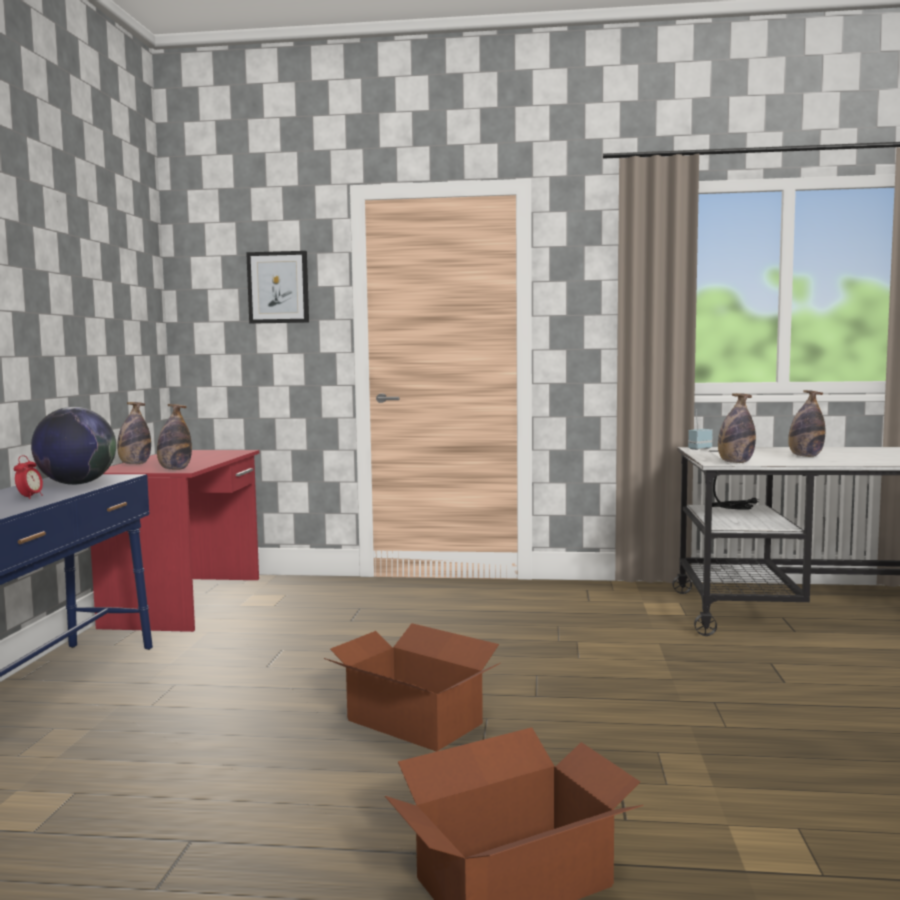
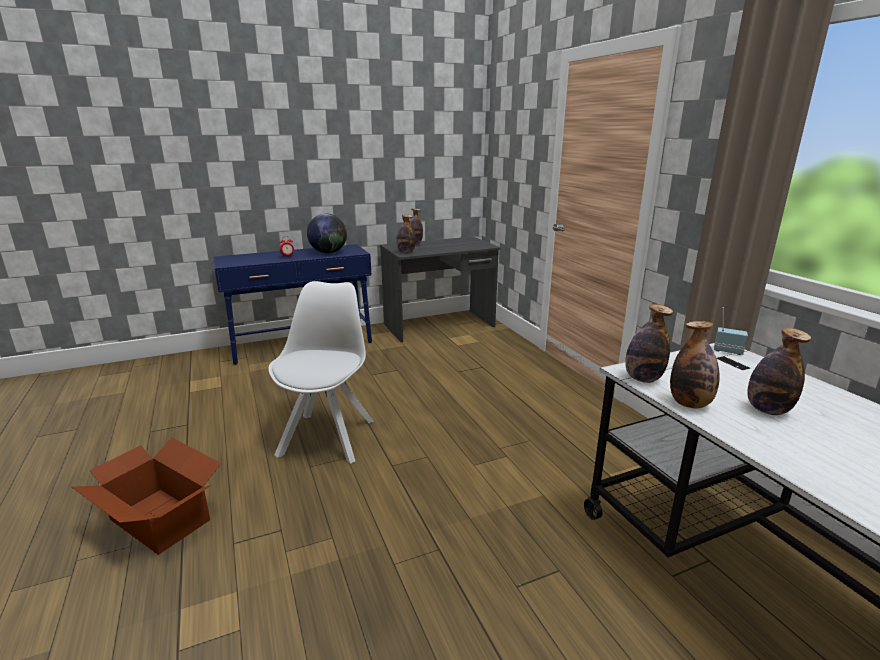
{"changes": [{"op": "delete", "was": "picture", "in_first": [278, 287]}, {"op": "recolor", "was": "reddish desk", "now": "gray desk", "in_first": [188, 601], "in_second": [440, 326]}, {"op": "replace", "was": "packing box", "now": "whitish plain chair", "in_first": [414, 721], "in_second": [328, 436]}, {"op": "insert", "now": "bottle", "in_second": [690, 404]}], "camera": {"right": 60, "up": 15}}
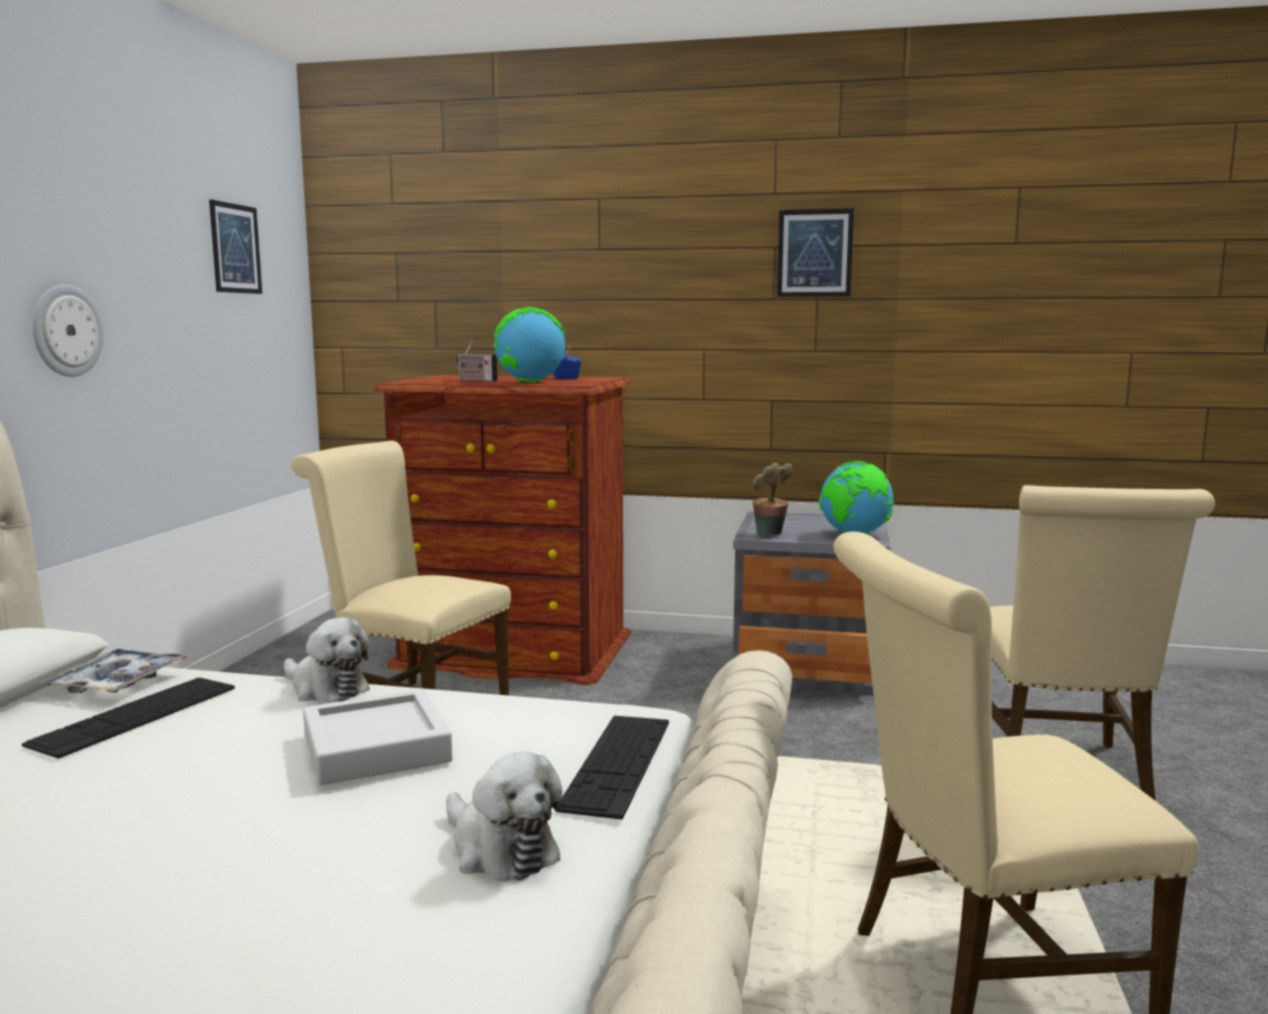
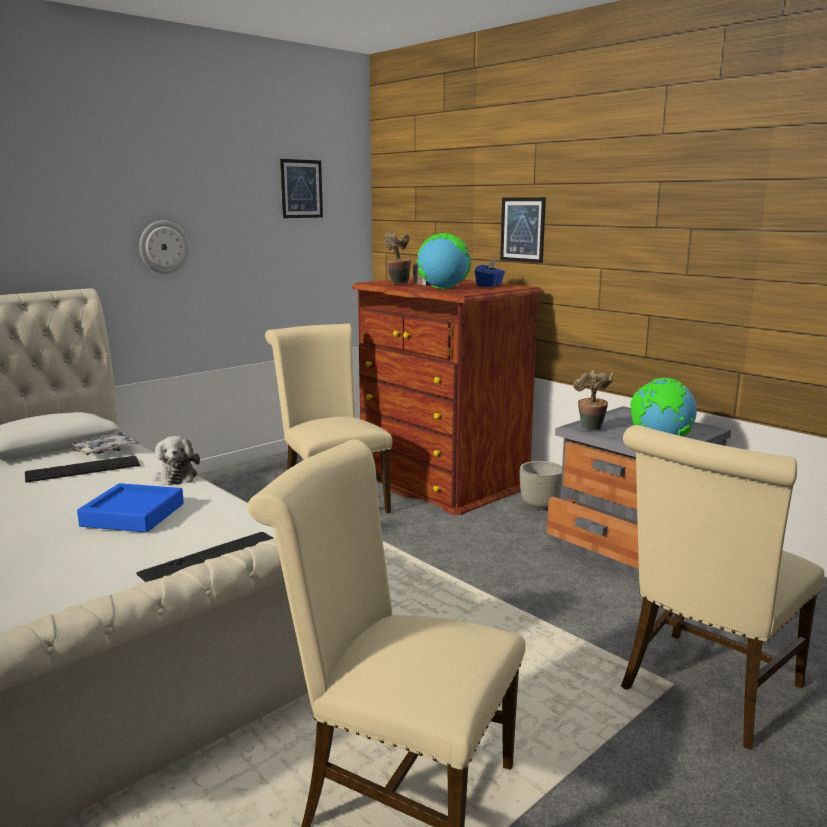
{"changes": [{"op": "move", "was": "picture", "in_first": [814, 253], "in_second": [522, 229]}, {"op": "recolor", "was": "gray tray", "now": "blue-coloured tray", "in_first": [376, 748], "in_second": [133, 515]}, {"op": "delete", "was": "cuddly toy", "in_first": [500, 849]}, {"op": "insert", "now": "plant in a pot", "in_second": [397, 284]}, {"op": "insert", "now": "gray flower pot", "in_second": [540, 506]}], "camera": {"right": 35, "up": 5}}
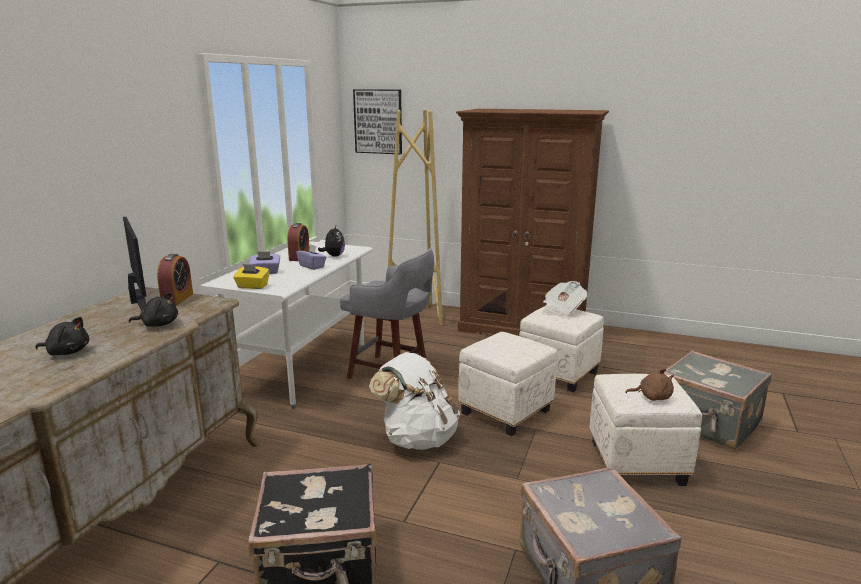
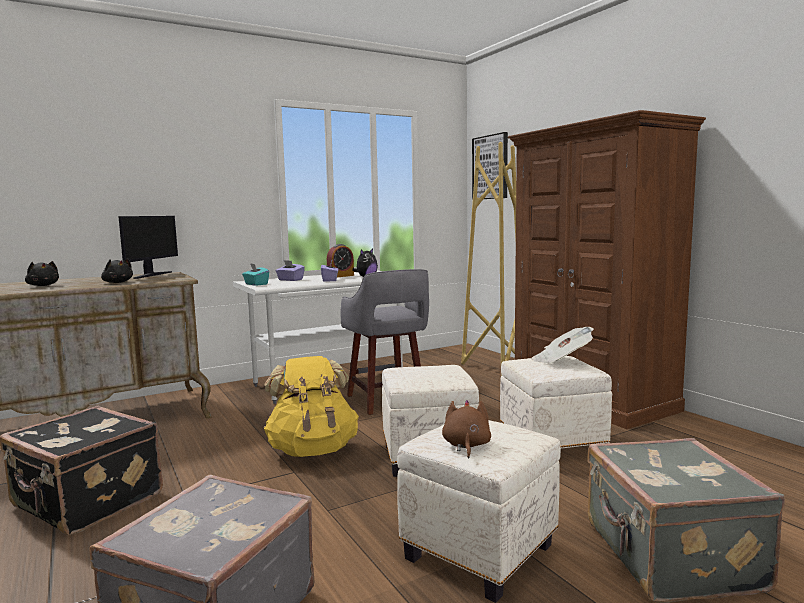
{"changes": [{"op": "delete", "was": "bedside clock", "in_first": [177, 299]}, {"op": "recolor", "was": "yellow tissue holder", "now": "turquoise tissue holder", "in_first": [252, 286], "in_second": [256, 284]}, {"op": "recolor", "was": "whitish rucksack", "now": "yellow rucksack", "in_first": [417, 438], "in_second": [313, 450]}, {"op": "rotate", "was": "brown-coloured cuddly toy", "in_first": [652, 397], "in_second": [466, 445], "clockwise": -135}], "camera": {"right": 40, "up": -10}}
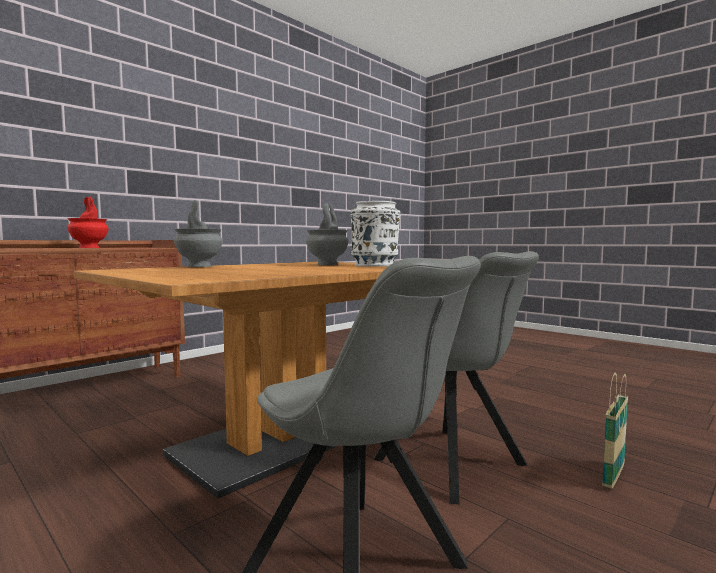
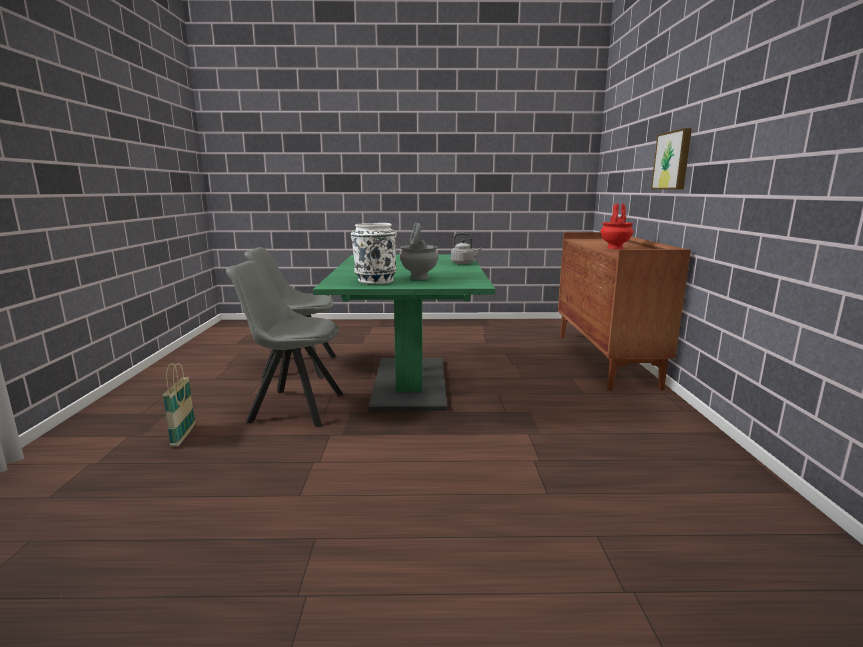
{"changes": [{"op": "replace", "was": "gray vase", "now": "gray kettle", "in_first": [199, 266], "in_second": [464, 263]}, {"op": "recolor", "was": "brown-coloured dinner table", "now": "greenish dinner table", "in_first": [279, 440], "in_second": [410, 383]}, {"op": "insert", "now": "picture", "in_second": [673, 160]}], "camera": {"right": 135, "up": 10}}
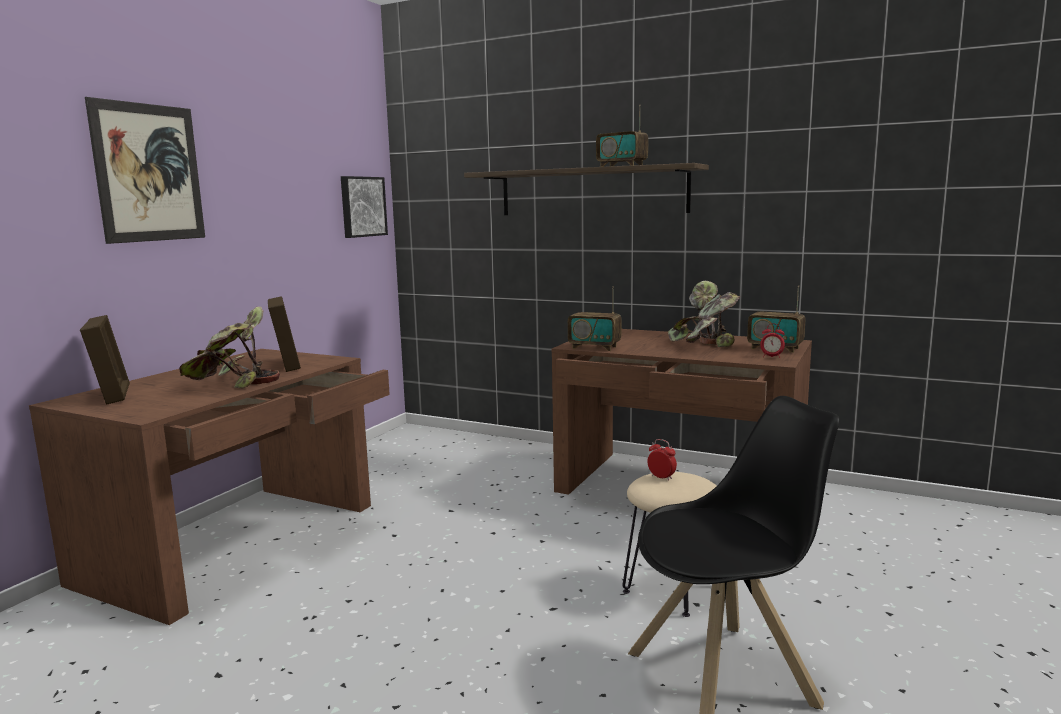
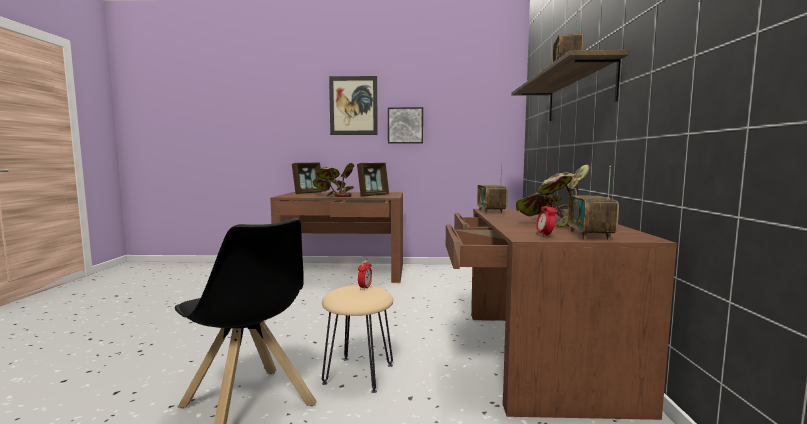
{"changes": [{"op": "move", "was": "picture", "in_first": [362, 206], "in_second": [405, 125]}], "camera": {"right": 65, "up": -5}}
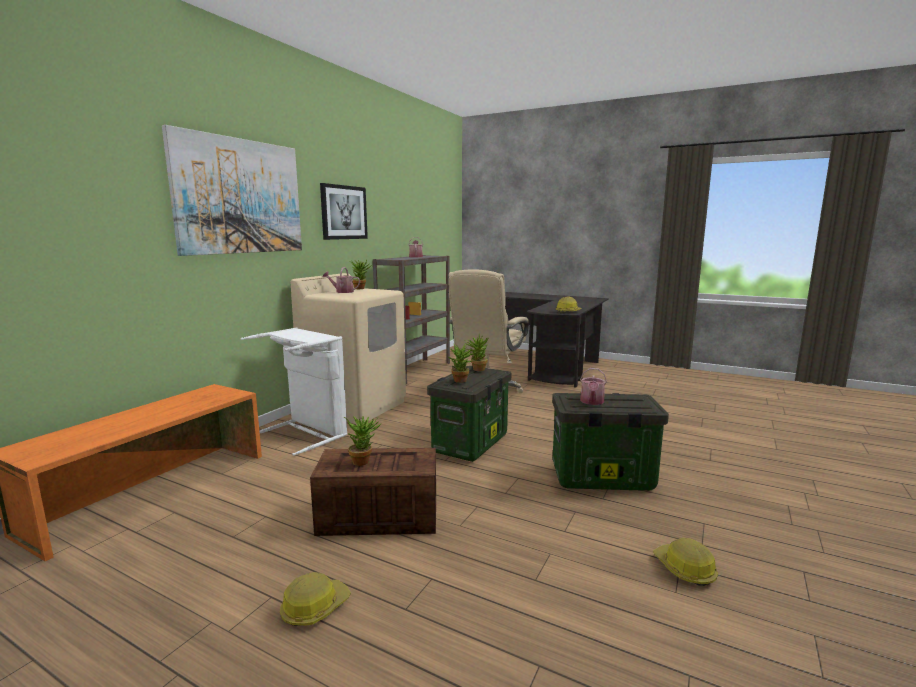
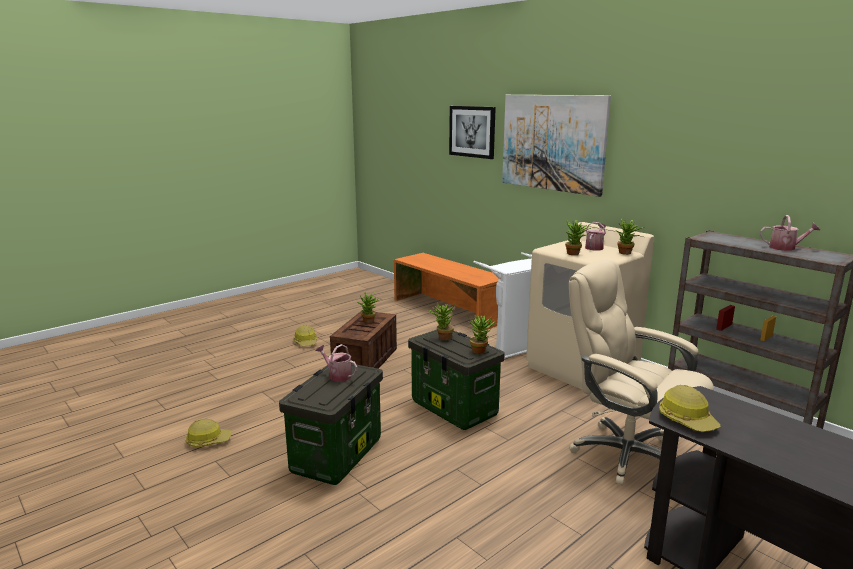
{"changes": [{"op": "move", "was": "picture", "in_first": [343, 212], "in_second": [472, 131]}, {"op": "insert", "now": "plant in a pot", "in_second": [575, 254]}], "camera": {"right": 110, "up": 5}}
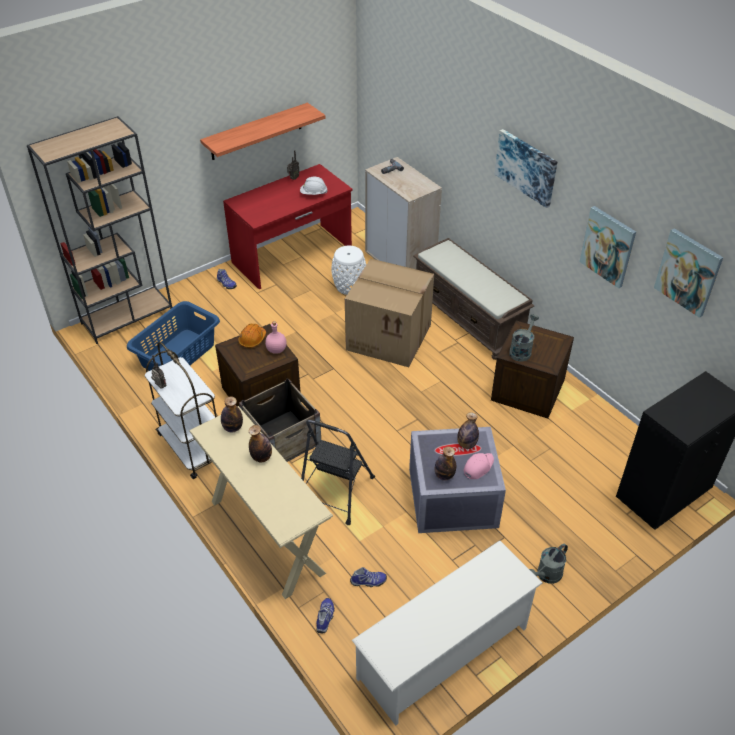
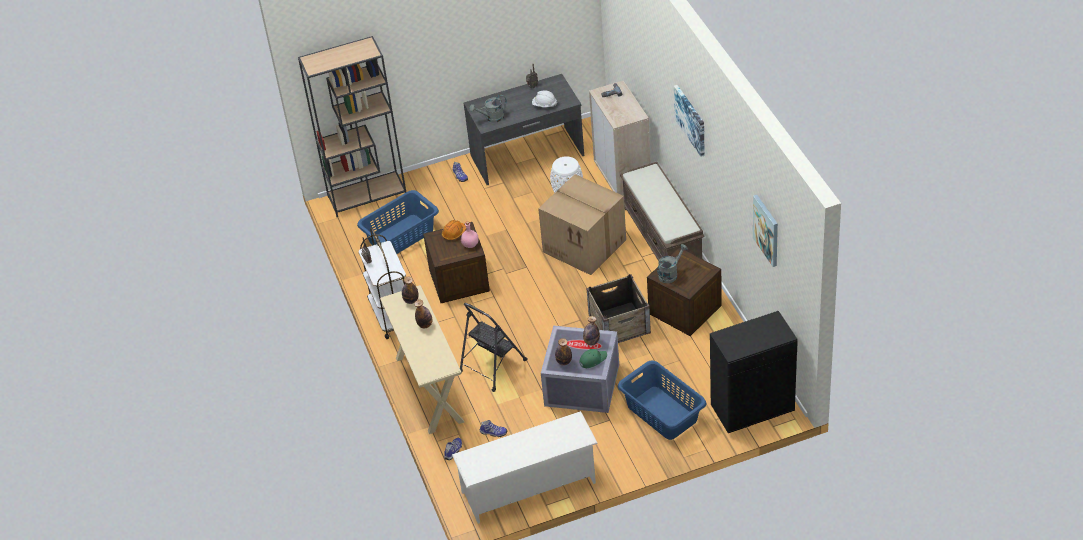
{"changes": [{"op": "delete", "was": "wall shelf", "in_first": [256, 132]}, {"op": "recolor", "was": "reddish desk", "now": "gray desk", "in_first": [292, 256], "in_second": [527, 156]}, {"op": "delete", "was": "picture", "in_first": [608, 246]}, {"op": "move", "was": "crate", "in_first": [282, 439], "in_second": [619, 324]}, {"op": "recolor", "was": "pinkish peaked cap", "now": "greenish peaked cap", "in_first": [478, 467], "in_second": [592, 360]}, {"op": "move", "was": "gray watering can", "in_first": [546, 576], "in_second": [491, 118]}, {"op": "insert", "now": "blue-coloured laundry basket", "in_second": [662, 413]}], "camera": {"right": 20, "up": 0}}
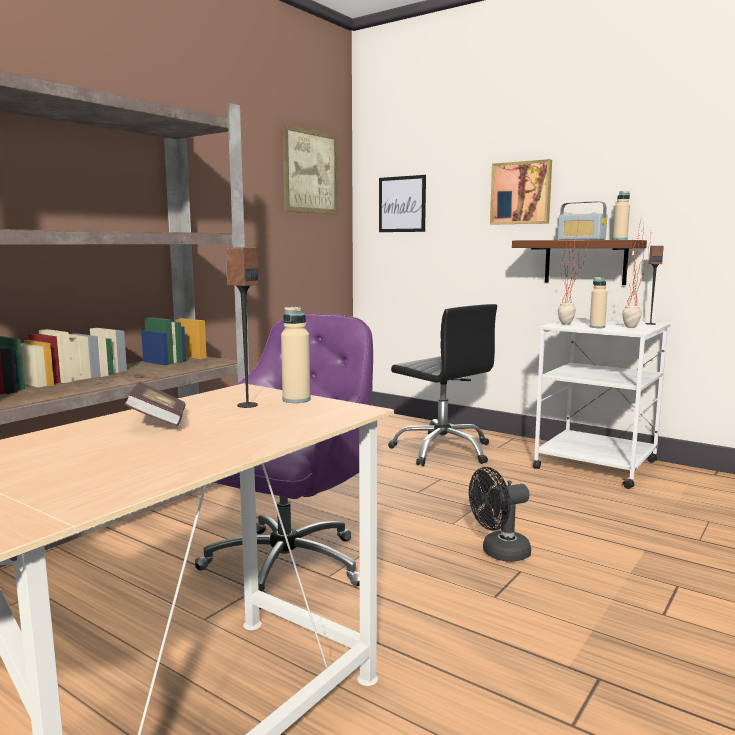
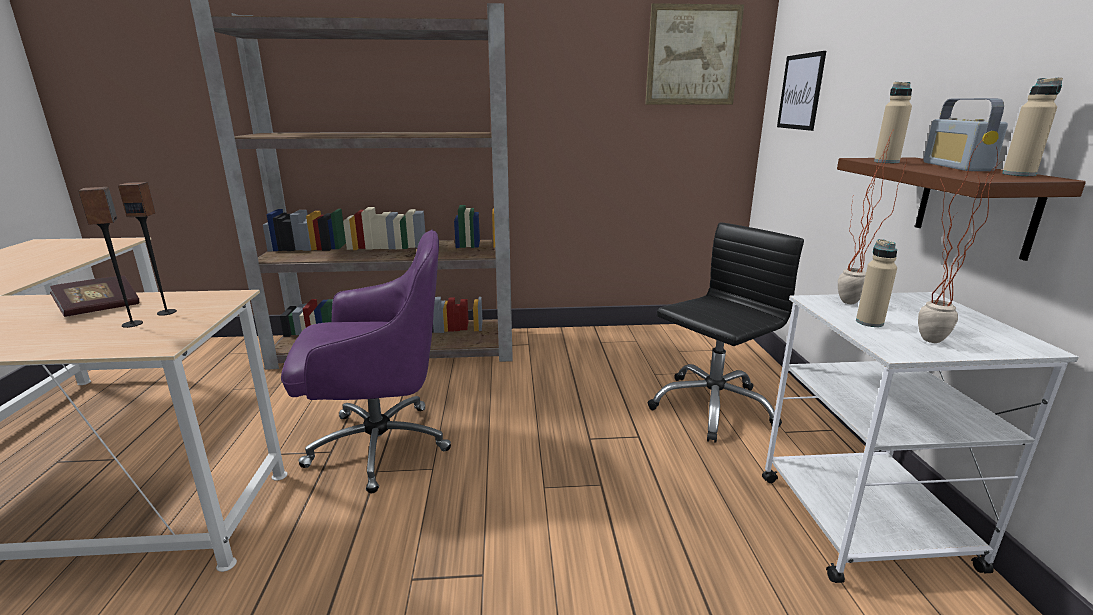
{"changes": [{"op": "delete", "was": "picture", "in_first": [521, 193]}, {"op": "move", "was": "audio speaker", "in_first": [650, 324], "in_second": [133, 324]}, {"op": "rotate", "was": "blackish desk chair", "in_first": [442, 450], "in_second": [712, 407], "clockwise": -135}, {"op": "move", "was": "beige bottle", "in_first": [296, 400], "in_second": [886, 162]}, {"op": "delete", "was": "blackish electric fan", "in_first": [499, 553]}], "camera": {"right": 50, "up": 10}}
